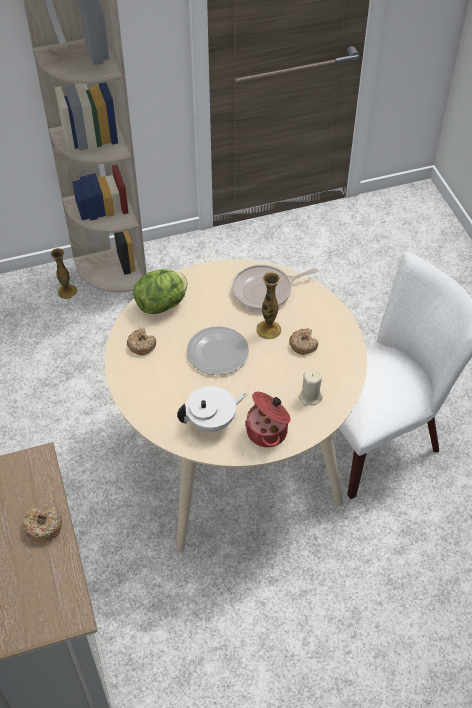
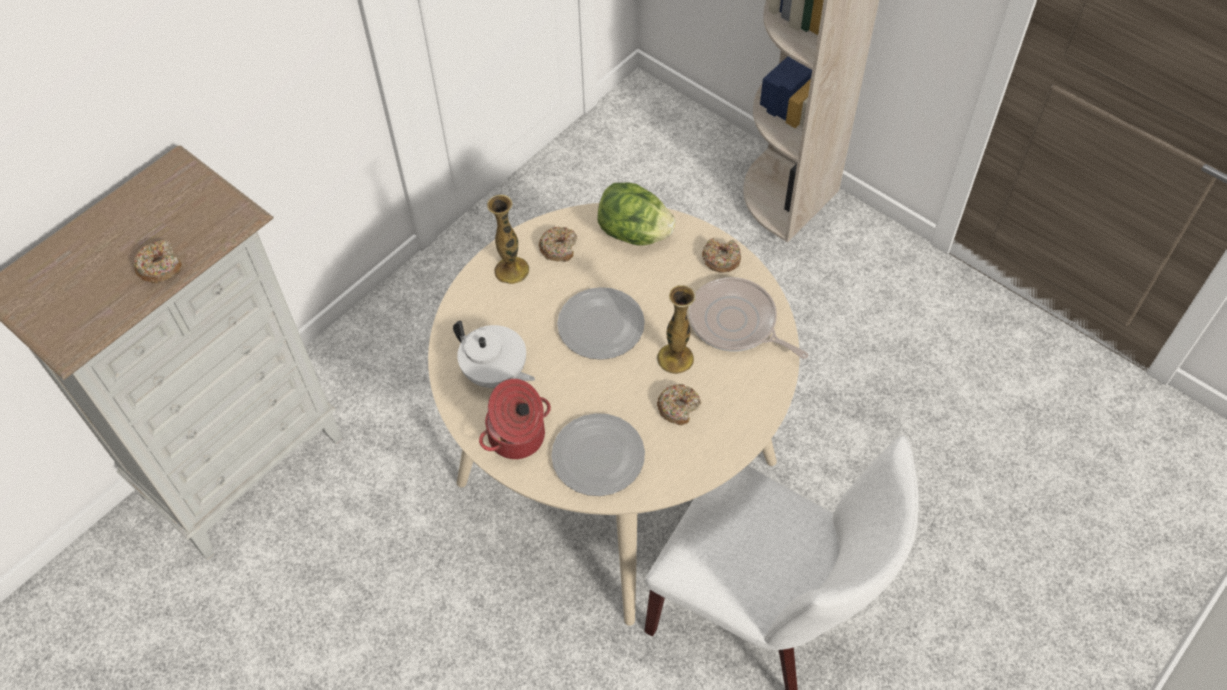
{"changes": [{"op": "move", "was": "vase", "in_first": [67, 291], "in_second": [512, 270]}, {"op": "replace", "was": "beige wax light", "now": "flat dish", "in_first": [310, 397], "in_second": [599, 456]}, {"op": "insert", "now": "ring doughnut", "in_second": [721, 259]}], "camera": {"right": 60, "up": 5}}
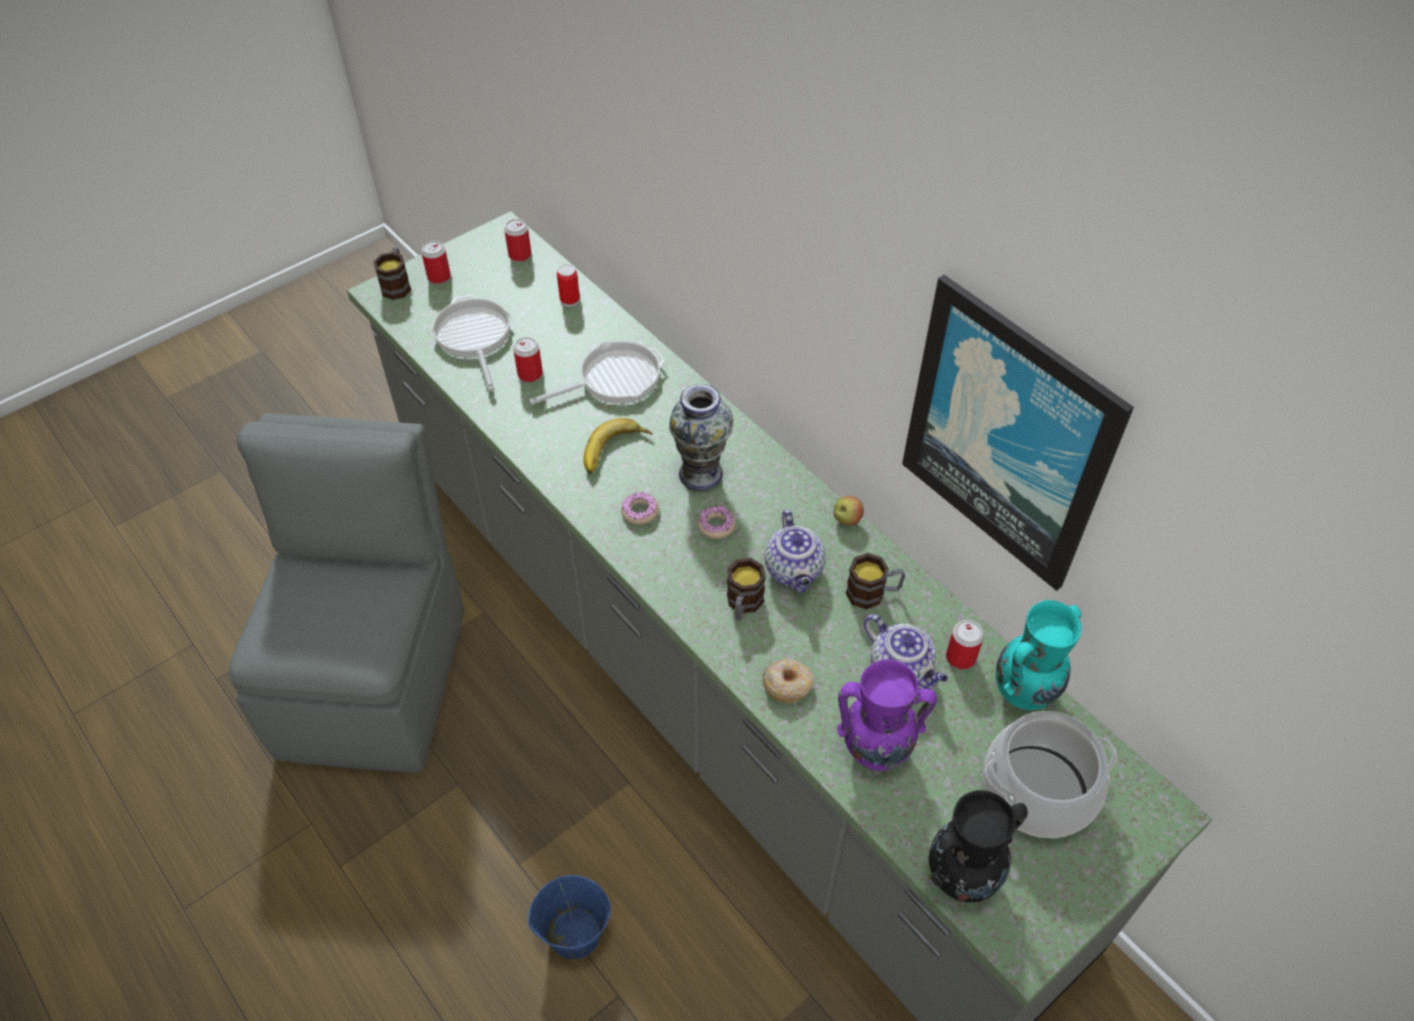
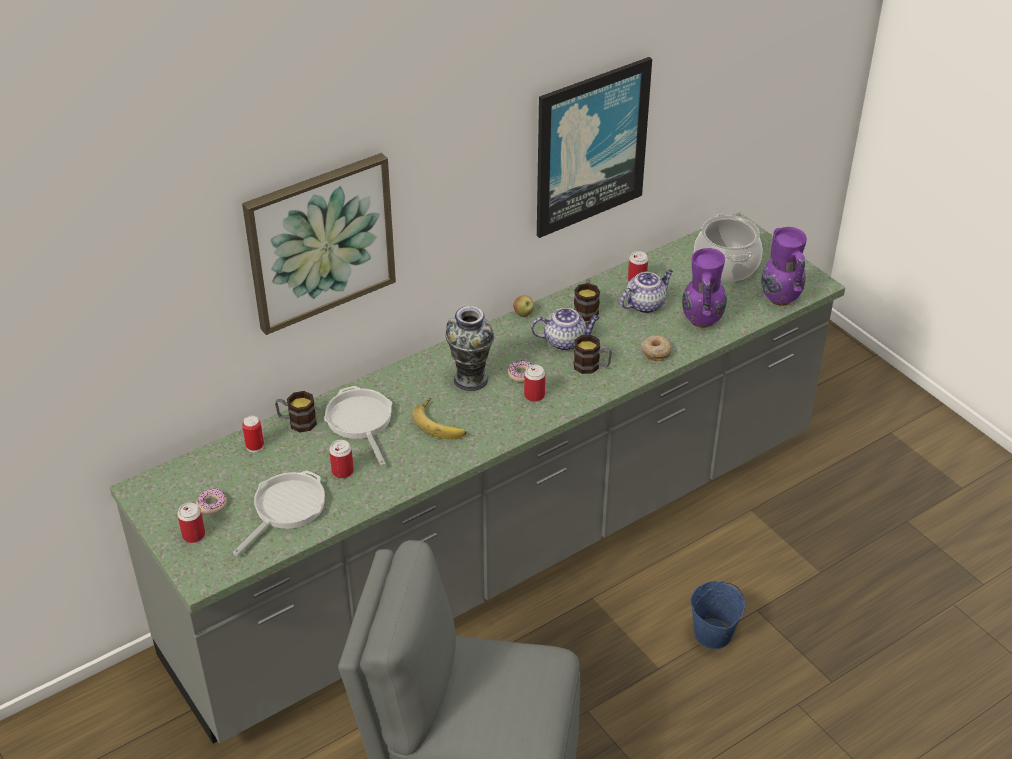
{"changes": [{"op": "move", "was": "can", "in_first": [520, 255], "in_second": [534, 395]}, {"op": "move", "was": "tea mug", "in_first": [397, 284], "in_second": [297, 422]}, {"op": "rotate", "was": "frying pan", "in_first": [474, 337], "in_second": [286, 508], "clockwise": 135}, {"op": "move", "was": "ring doughnut", "in_first": [640, 512], "in_second": [212, 505]}, {"op": "delete", "was": "turquoise vase", "in_first": [1025, 691]}, {"op": "recolor", "was": "blackish vase", "now": "purple-coloured vase", "in_first": [960, 876], "in_second": [780, 299]}, {"op": "insert", "now": "picture", "in_second": [320, 241]}], "camera": {"right": -85, "up": -10}}
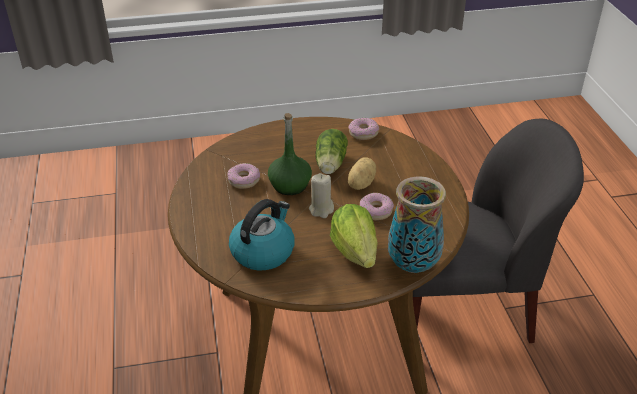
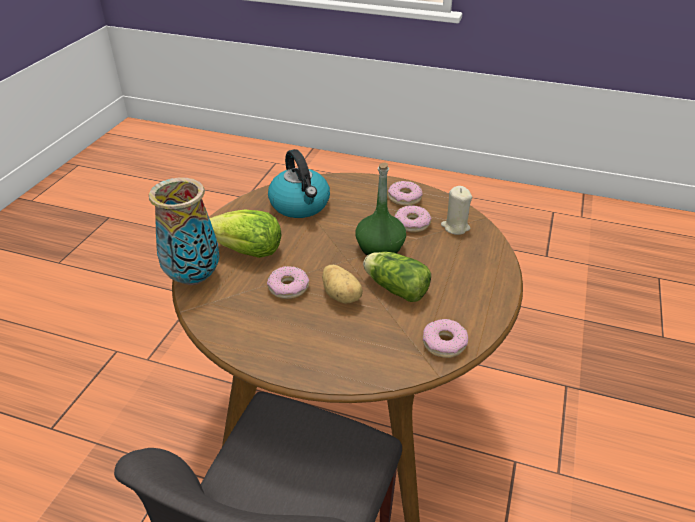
{"changes": [{"op": "move", "was": "beige wax light", "in_first": [321, 209], "in_second": [455, 227]}, {"op": "insert", "now": "ring doughnut", "in_second": [404, 198]}], "camera": {"right": 120, "up": 0}}
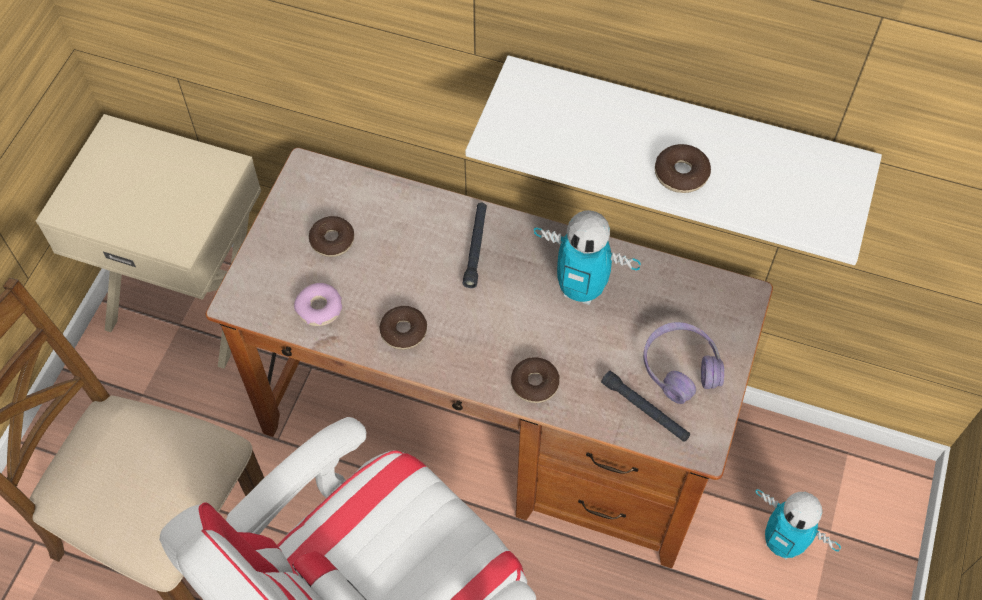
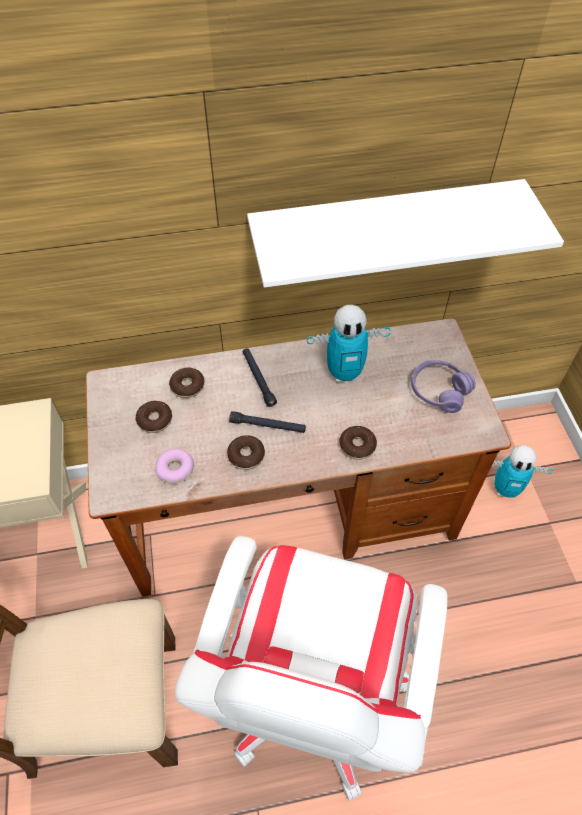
{"changes": [{"op": "move", "was": "ring doughnut", "in_first": [681, 174], "in_second": [187, 386]}, {"op": "move", "was": "blackish hand torch", "in_first": [645, 410], "in_second": [267, 426]}], "camera": {"right": -30, "up": -5}}
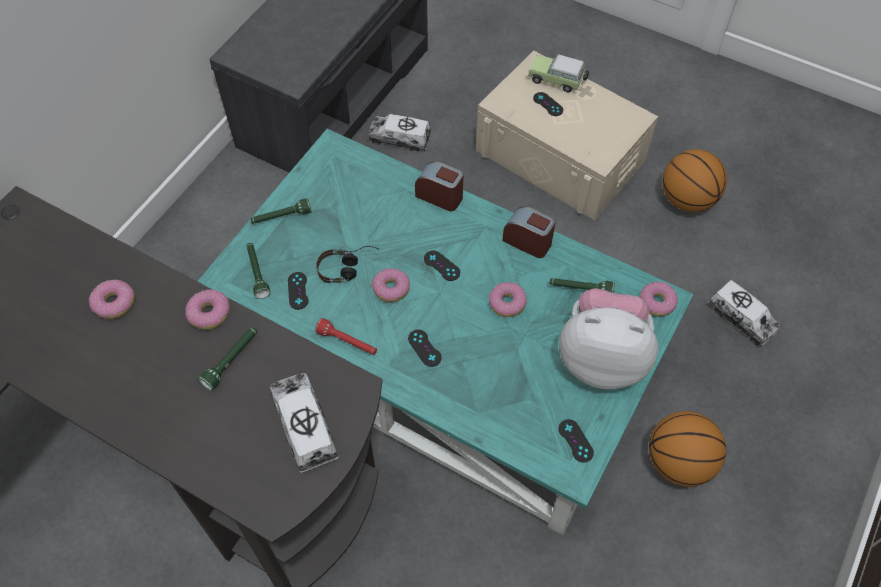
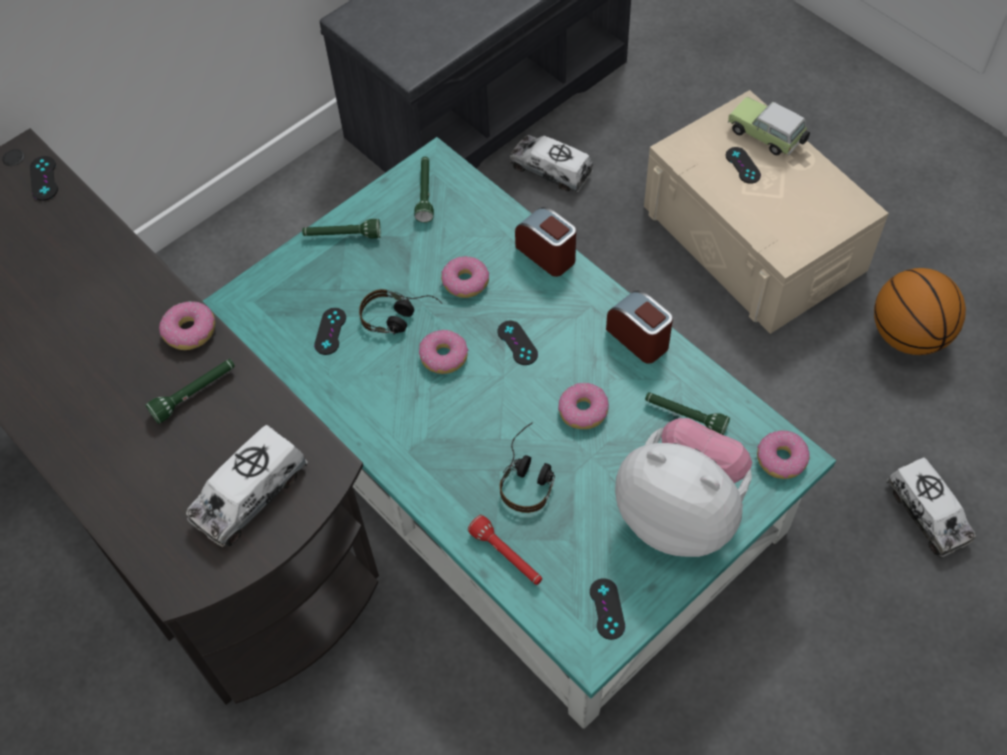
{"changes": [{"op": "move", "was": "greenish hand torch", "in_first": [257, 273], "in_second": [425, 193]}, {"op": "move", "was": "ring doughnut", "in_first": [114, 303], "in_second": [465, 282]}, {"op": "move", "was": "reddish hand torch", "in_first": [347, 342], "in_second": [507, 556]}, {"op": "move", "was": "blackish joypad", "in_first": [424, 348], "in_second": [44, 178]}, {"op": "rotate", "was": "model truck", "in_first": [305, 426], "in_second": [250, 495], "clockwise": -135}, {"op": "delete", "was": "ball for basketball", "in_first": [679, 462]}, {"op": "insert", "now": "headphones", "in_second": [530, 475]}], "camera": {"right": 20, "up": 0}}
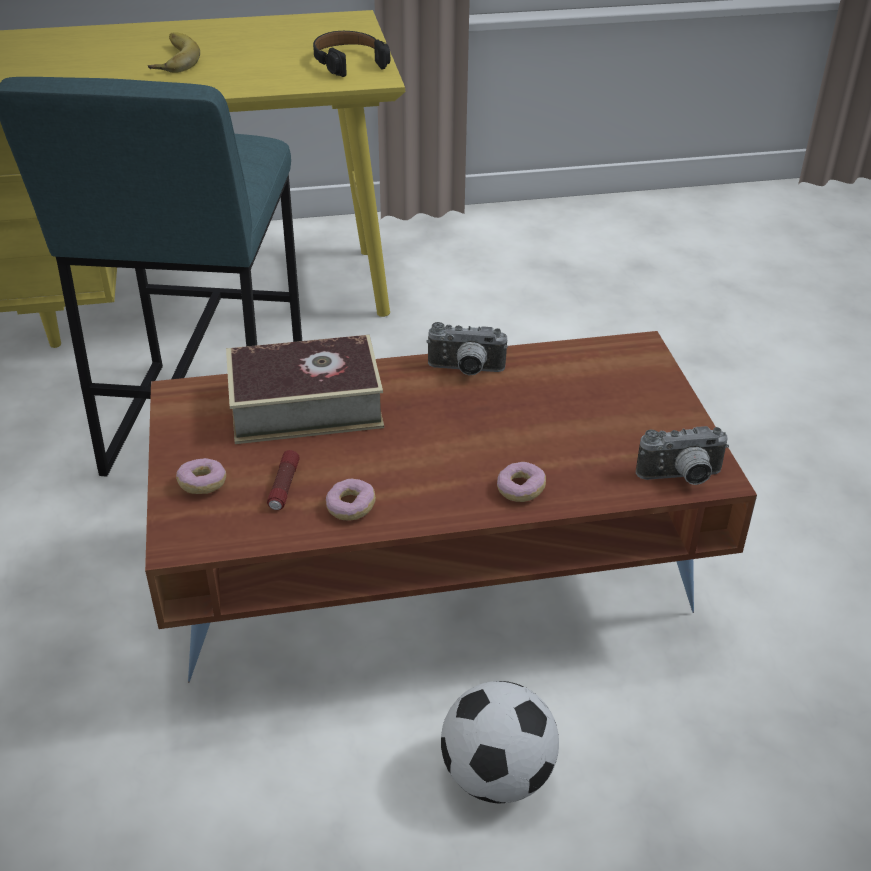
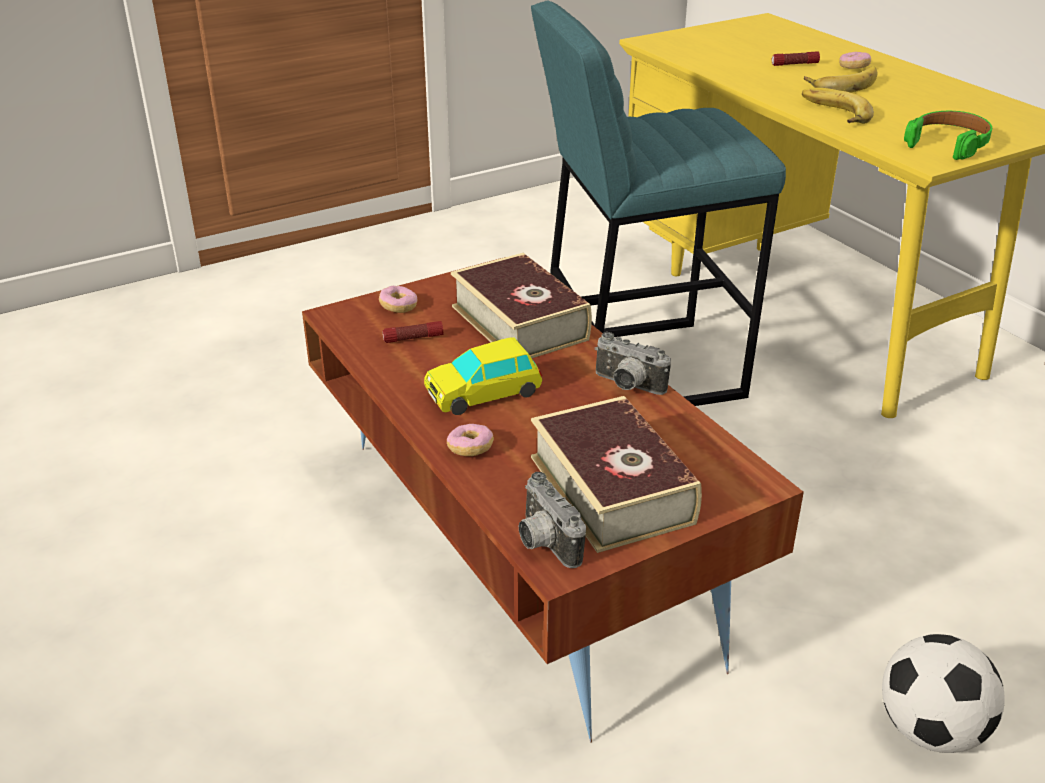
{"changes": [{"op": "recolor", "was": "blackish headphones", "now": "greenish headphones", "in_first": [348, 62], "in_second": [948, 143]}, {"op": "rotate", "was": "still camera", "in_first": [465, 371], "in_second": [627, 386], "clockwise": -45}, {"op": "move", "was": "ring doughnut", "in_first": [351, 508], "in_second": [853, 67]}, {"op": "move", "was": "football", "in_first": [498, 775], "in_second": [930, 730]}, {"op": "insert", "now": "hand torch", "in_second": [794, 64]}, {"op": "insert", "now": "banana fruit", "in_second": [832, 113]}, {"op": "insert", "now": "miniature car", "in_second": [483, 393]}, {"op": "insert", "now": "book", "in_second": [611, 489]}], "camera": {"right": 70, "up": -5}}
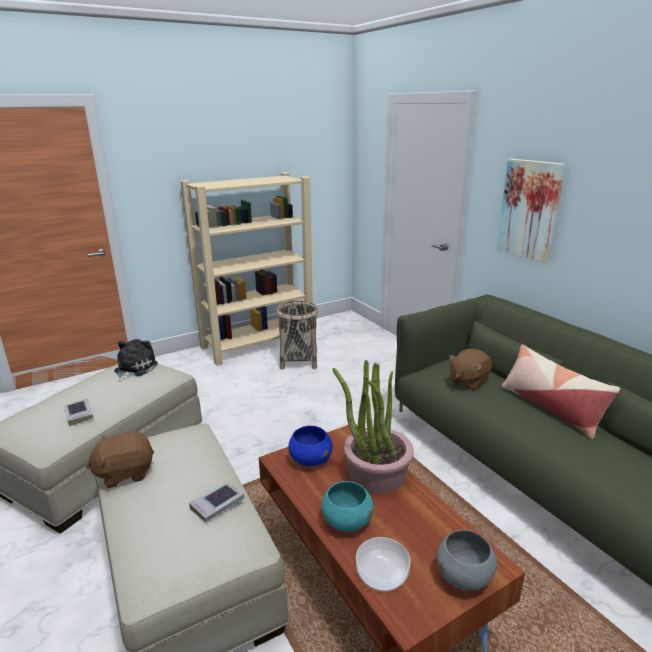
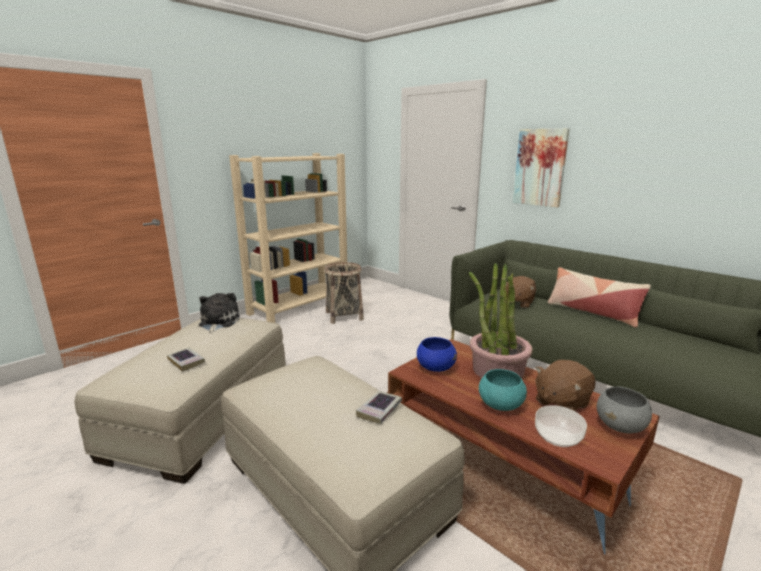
{"changes": [{"op": "move", "was": "brown-coloured cuddly toy", "in_first": [125, 473], "in_second": [561, 402]}], "camera": {"right": -15, "up": -5}}
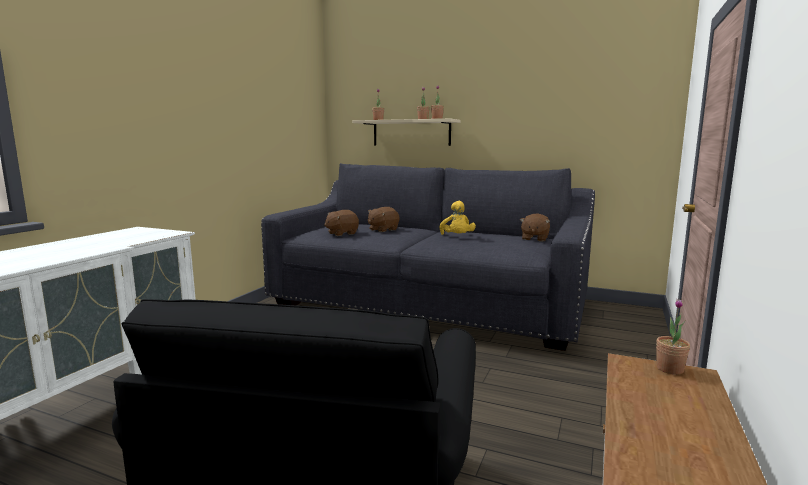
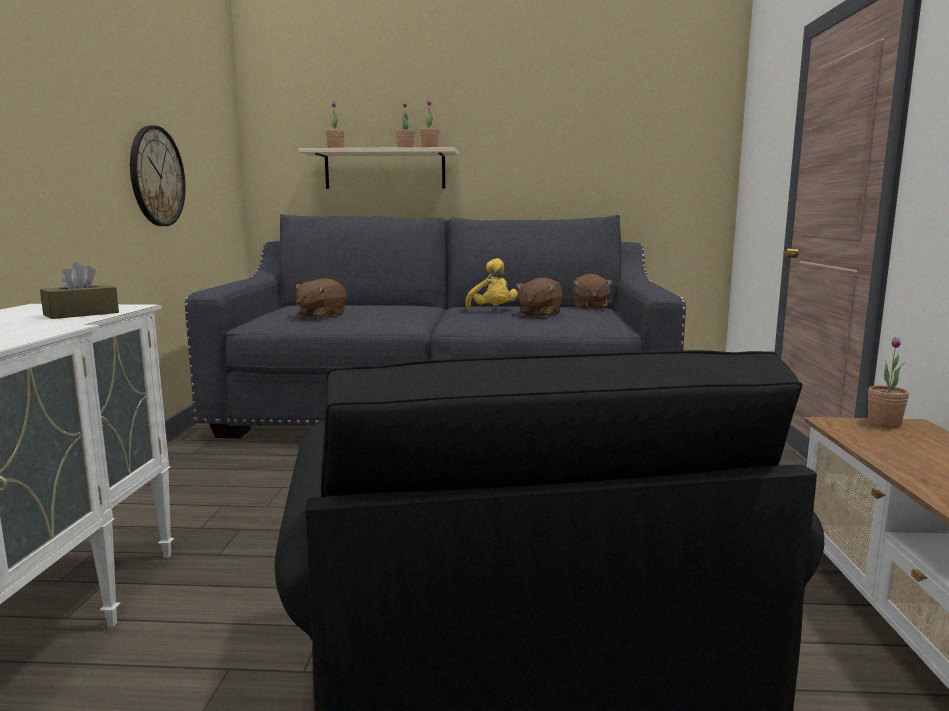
{"changes": [{"op": "move", "was": "brown-coloured cuddly toy", "in_first": [383, 230], "in_second": [539, 314]}, {"op": "insert", "now": "hanging clock", "in_second": [156, 176]}, {"op": "insert", "now": "brown-coloured tissue holder", "in_second": [81, 314]}], "camera": {"right": -20, "up": 0}}
